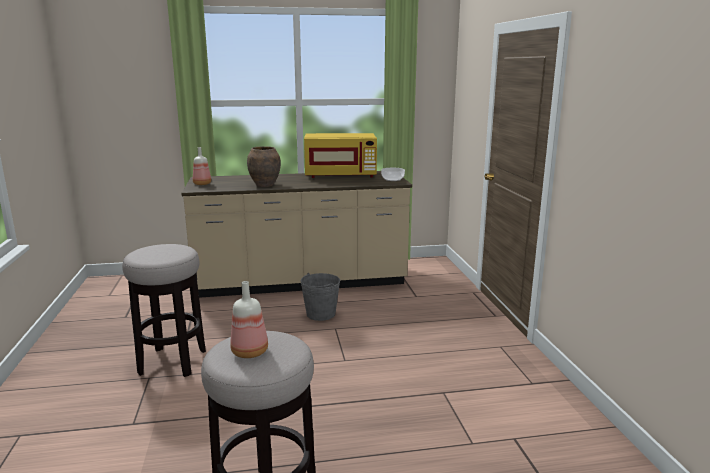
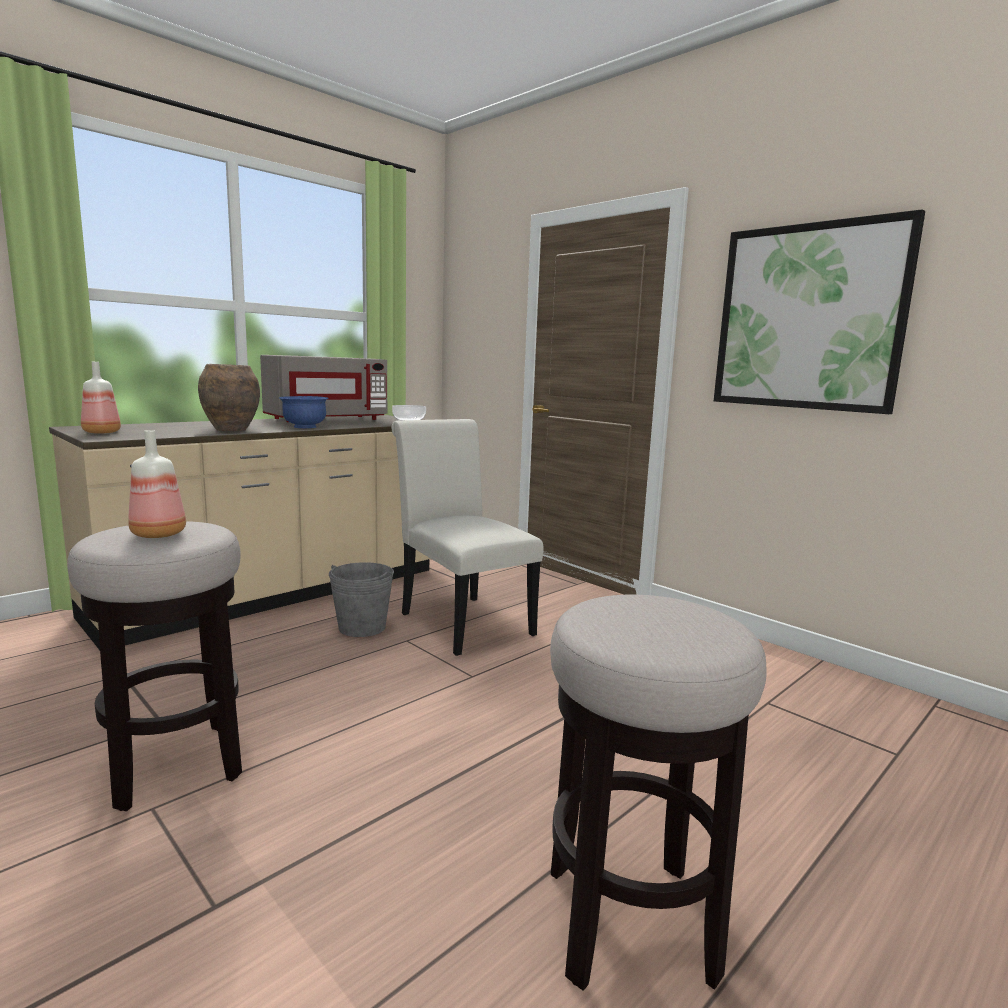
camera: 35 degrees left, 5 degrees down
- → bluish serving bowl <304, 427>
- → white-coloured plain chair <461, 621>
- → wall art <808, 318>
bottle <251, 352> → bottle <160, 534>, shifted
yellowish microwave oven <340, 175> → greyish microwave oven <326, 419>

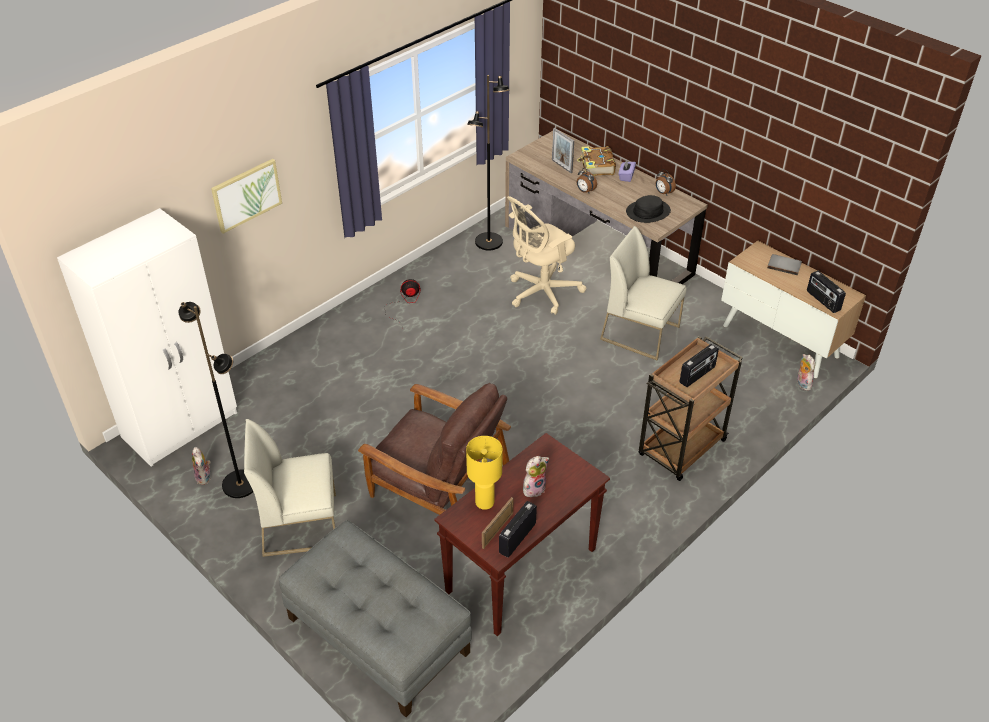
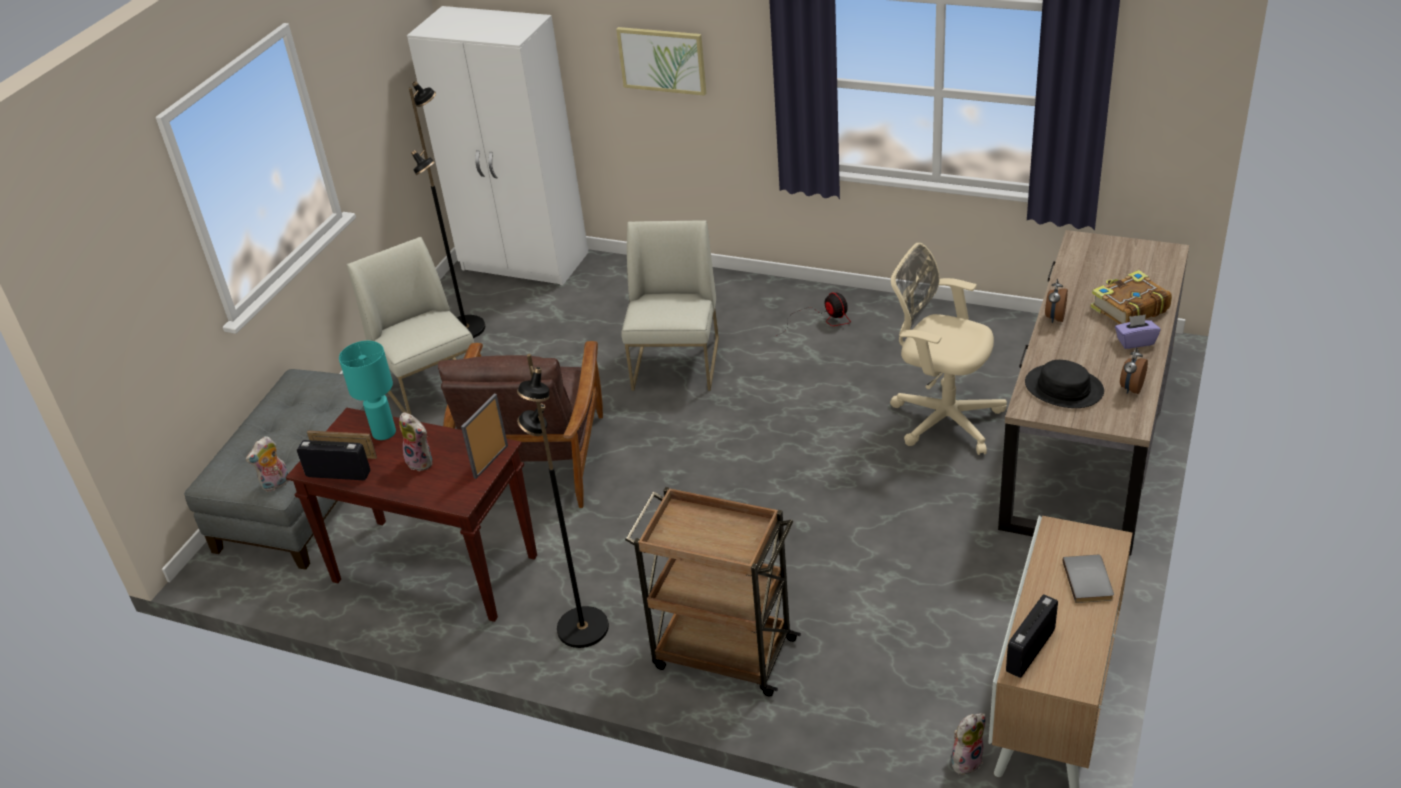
camera: 70 degrees right, 5 degrees down
radio set <697, 375> → -
cuddly toy <205, 477> → cuddly toy <276, 485>, shifted
black-coloured standing lamp <489, 242> → black-coloured standing lamp <581, 628>, shifted
picture frame <562, 166> → picture frame <491, 461>, shifted
white-coloured plain chair <641, 333> → white-coloured plain chair <676, 365>, shifted
yellowish lamp for a table <484, 502> → turquoise lamp for a table <384, 432>

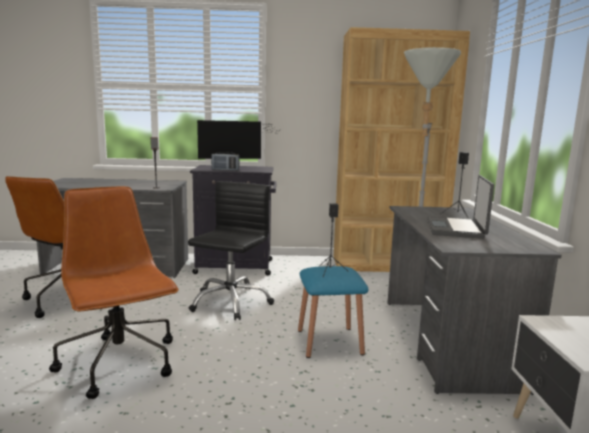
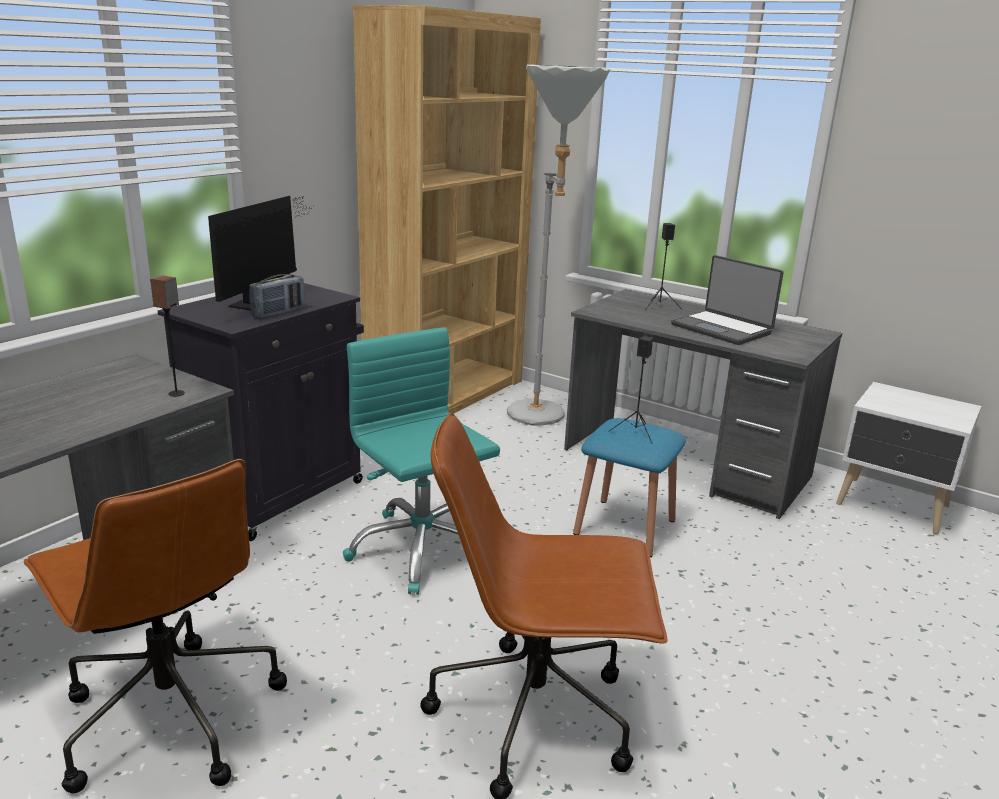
camera: 55 degrees left, 10 degrees up
black-coloured computer chair <230, 302> → turquoise computer chair <421, 549>

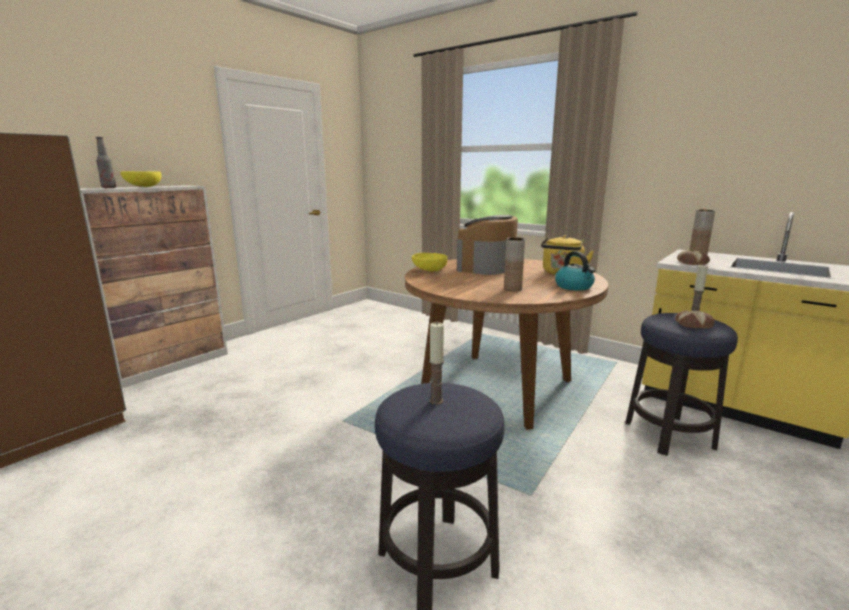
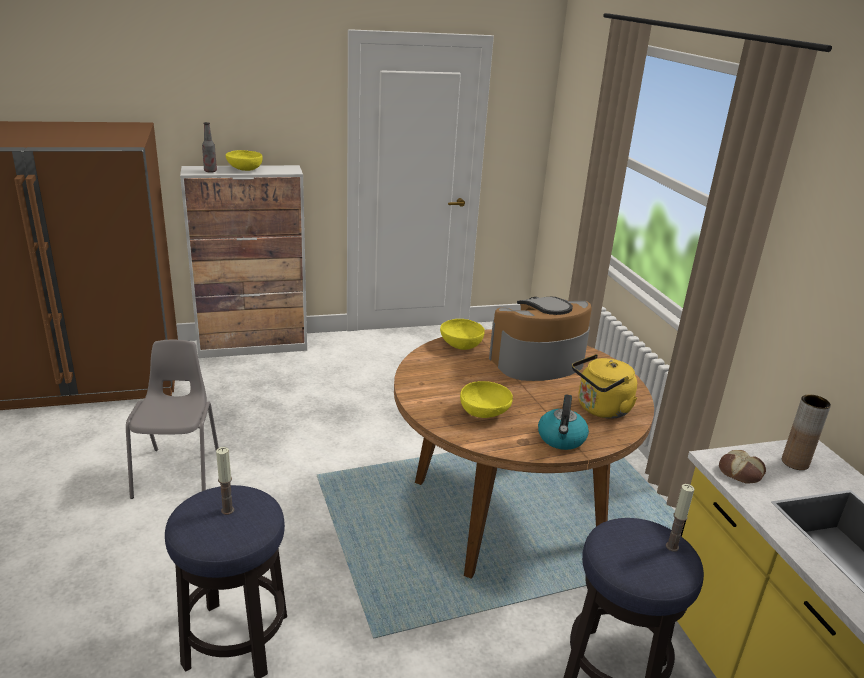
camera: 35 degrees right, 10 degrees up
baked bread <693, 324> → -
- → greyish plain chair <179, 472>
brownish vase <512, 289> → yellowish serving bowl <484, 413>

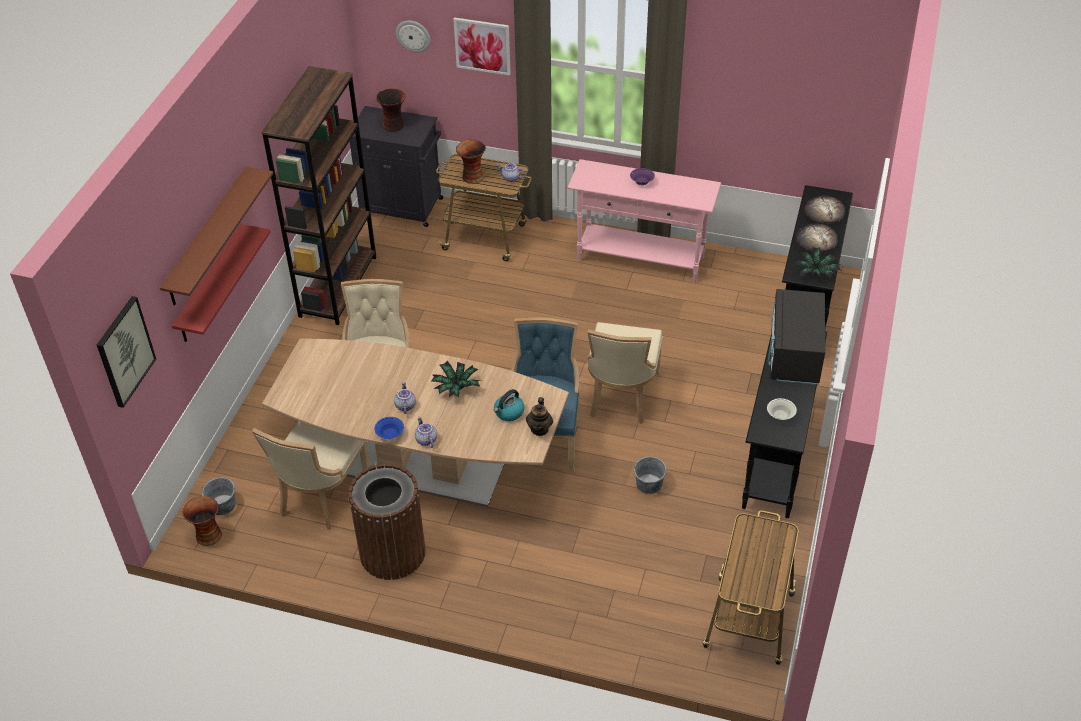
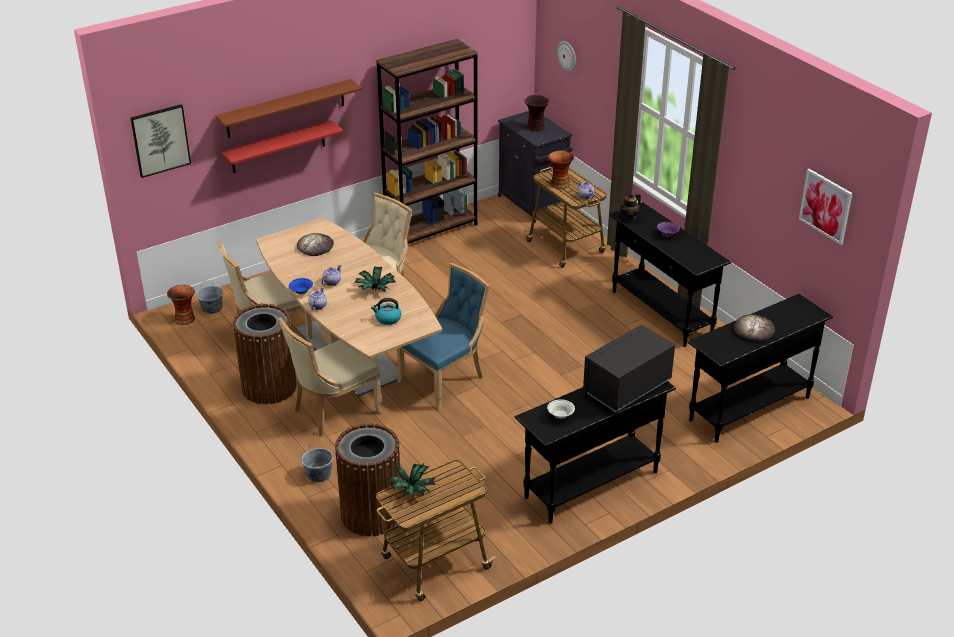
camera: 40 degrees right, 10 degrees down
- → brownish trash can <371, 514>
wall art <482, 46> → wall art <826, 206>, shifted
pot for tea <539, 429> → pot for tea <629, 217>, shifted
beige plain chair <621, 396> → beige plain chair <333, 411>, shifted
greyish pail <649, 484> → greyish pail <319, 474>, shifted
potted plant <815, 274> → potted plant <411, 490>, shifted
baked bread <824, 212> → baked bread <315, 246>, shifted
pinkish console table <641, 260> → black-coloured console table <661, 313>

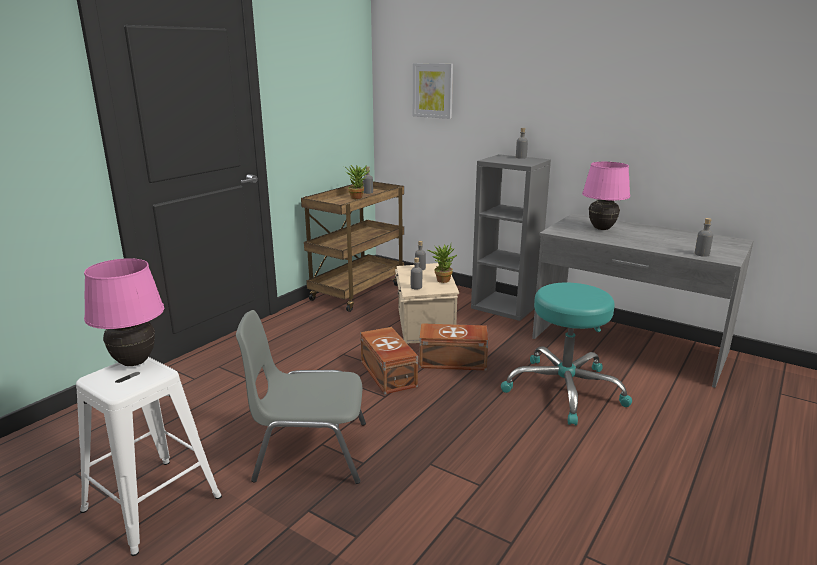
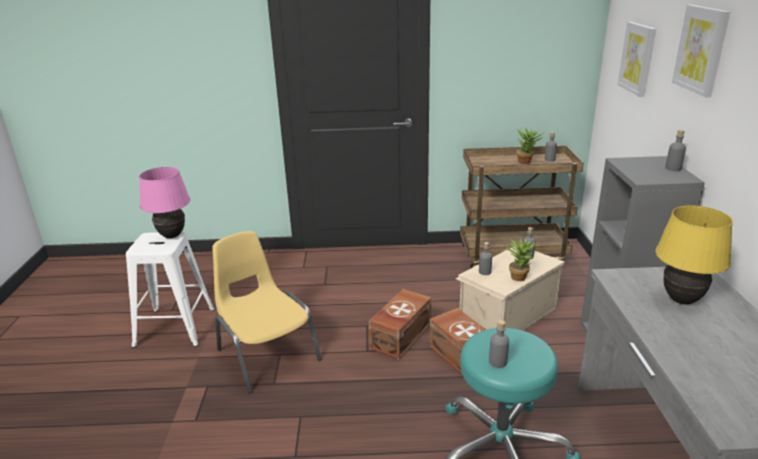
camera: 55 degrees right, 5 degrees up
- → wall art <701, 49>
greyish bottle <701, 254> → greyish bottle <498, 362>, shifted
greyish plain chair <310, 451> → yellowish plain chair <267, 354>
pinkish lamp for a table <602, 229> → yellowish lamp for a table <681, 300>

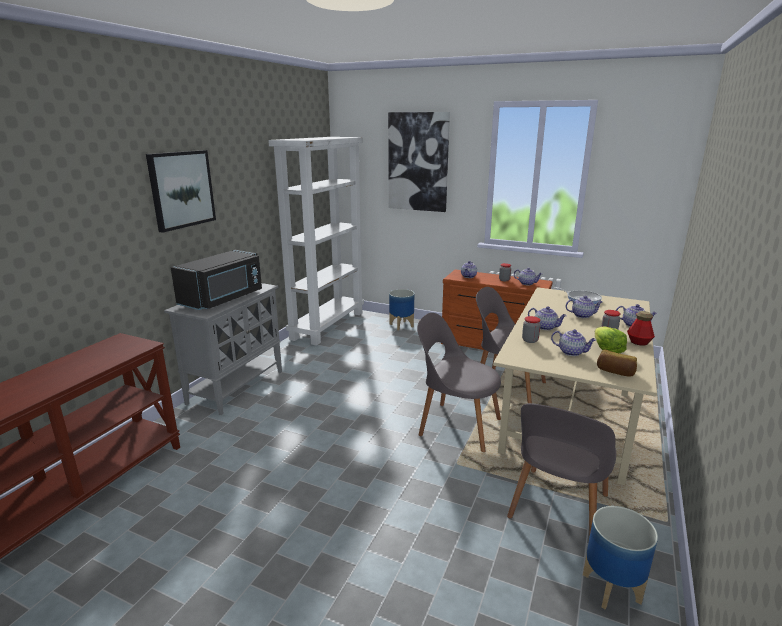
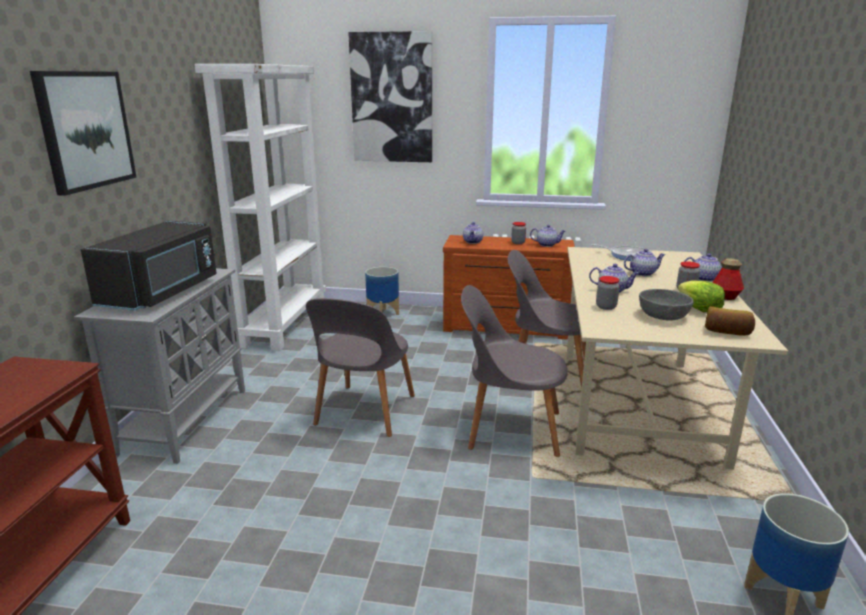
camera: 15 degrees left, 0 degrees up
greyish plain chair <557, 509> → greyish plain chair <364, 412>, shifted
pot for tea <571, 352> → greyish serving bowl <663, 315>

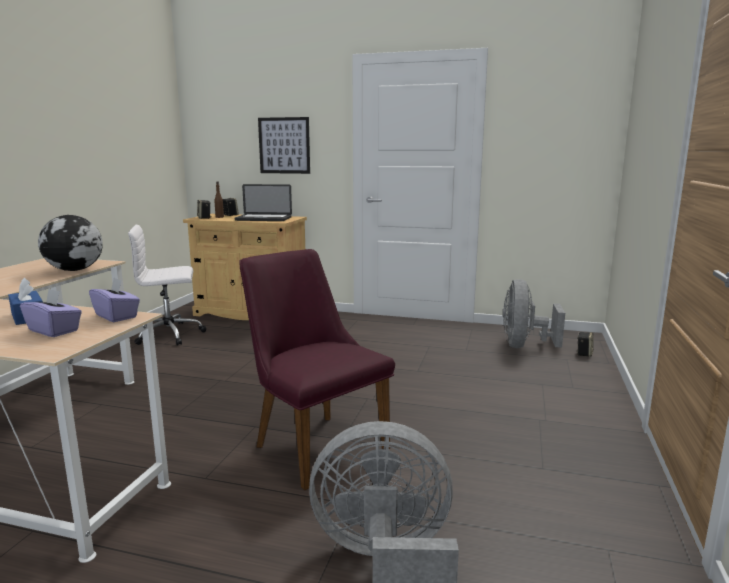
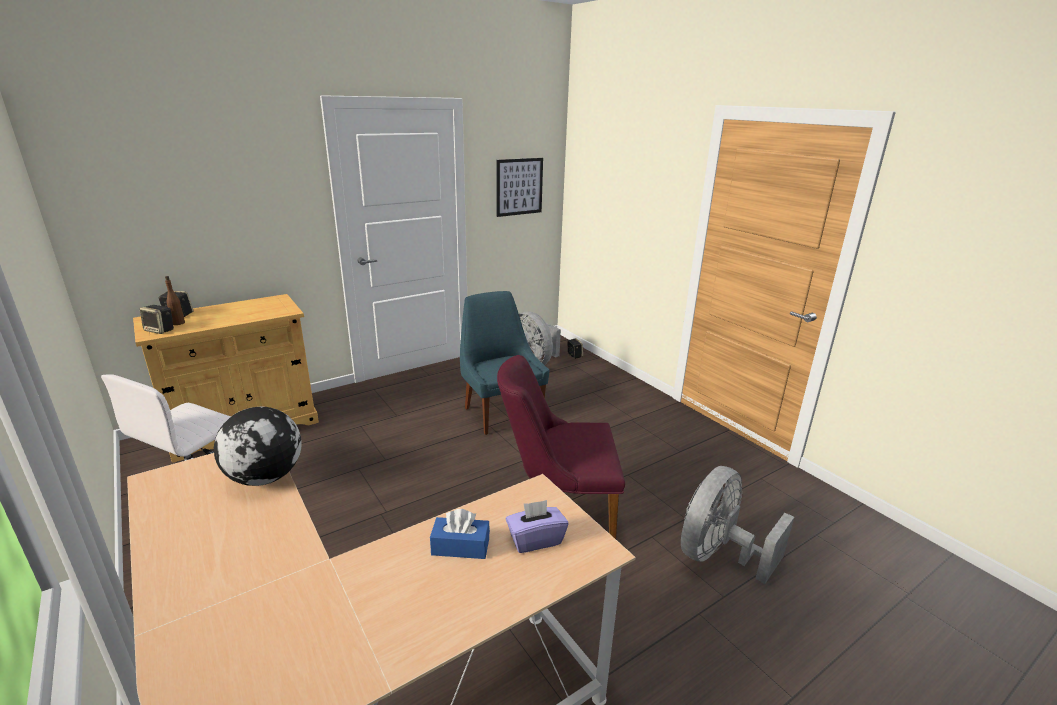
camera: 50 degrees left, 10 degrees up
purple-coloured tissue holder <117, 316> → -
notebook computer <263, 219> → -
- → bluish plain chair <501, 412>
wall art <284, 145> → wall art <519, 187>, shifted

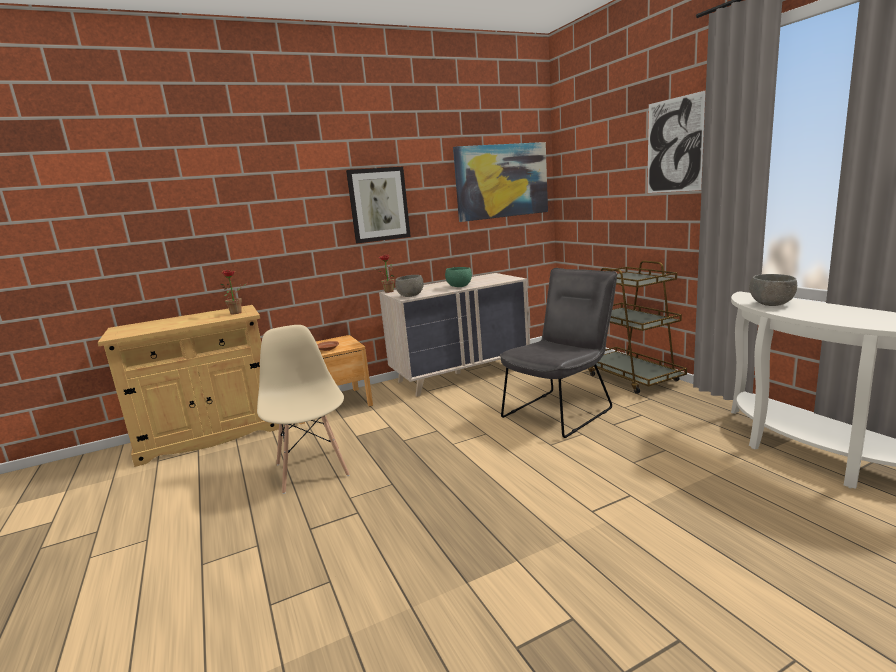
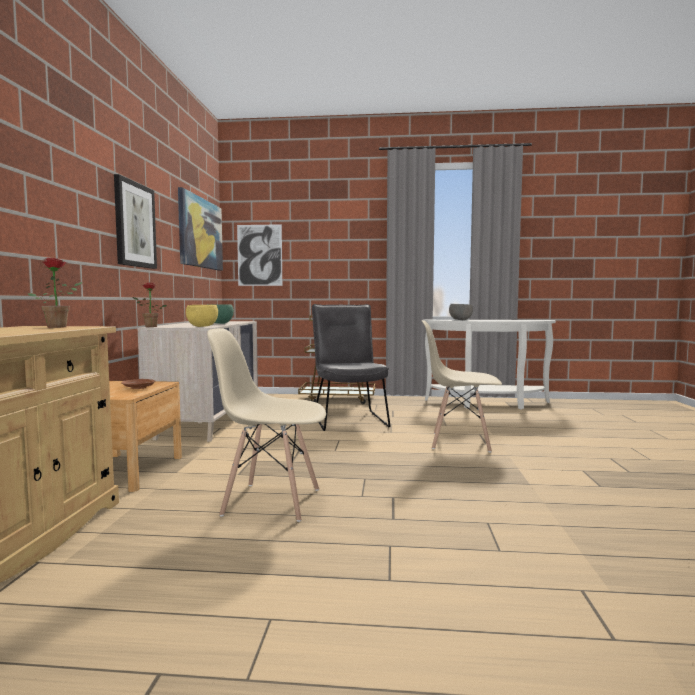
camera: 60 degrees left, 10 degrees down
- → beige plain chair <459, 442>
wall art <674, 145> → wall art <259, 255>, shifted
greyish serving bowl <410, 296> → yellowish serving bowl <202, 326>

